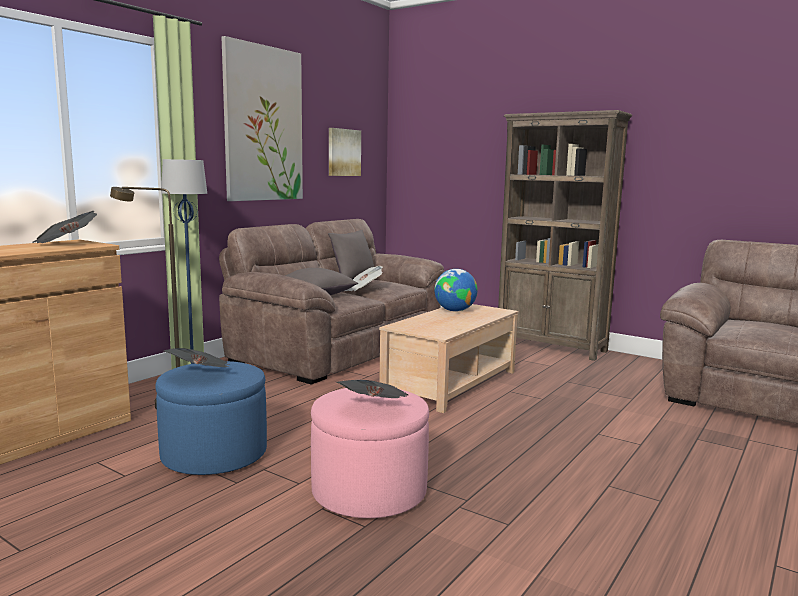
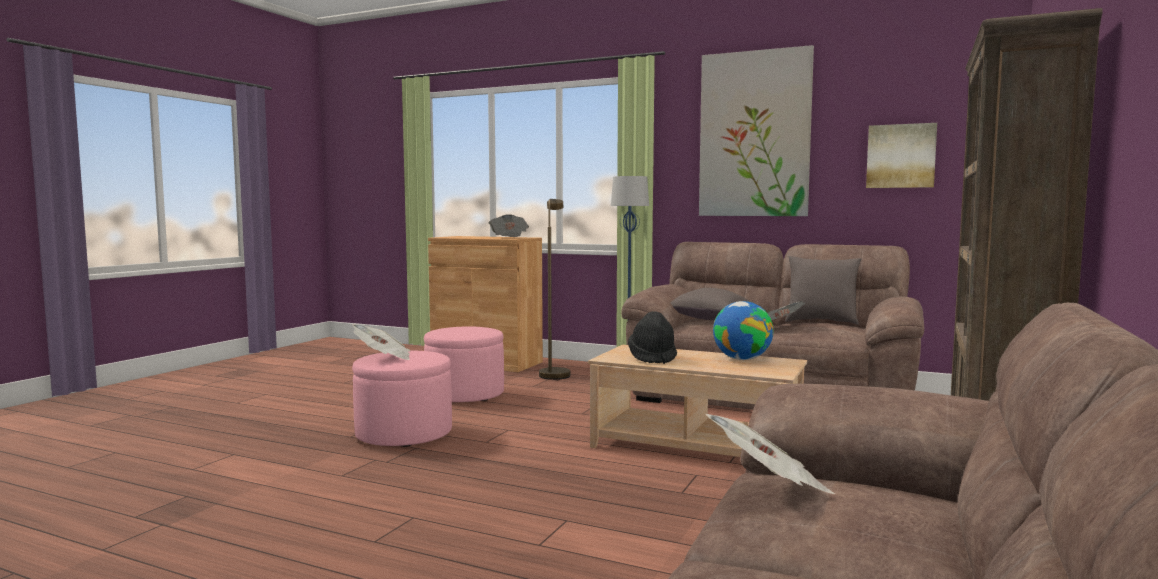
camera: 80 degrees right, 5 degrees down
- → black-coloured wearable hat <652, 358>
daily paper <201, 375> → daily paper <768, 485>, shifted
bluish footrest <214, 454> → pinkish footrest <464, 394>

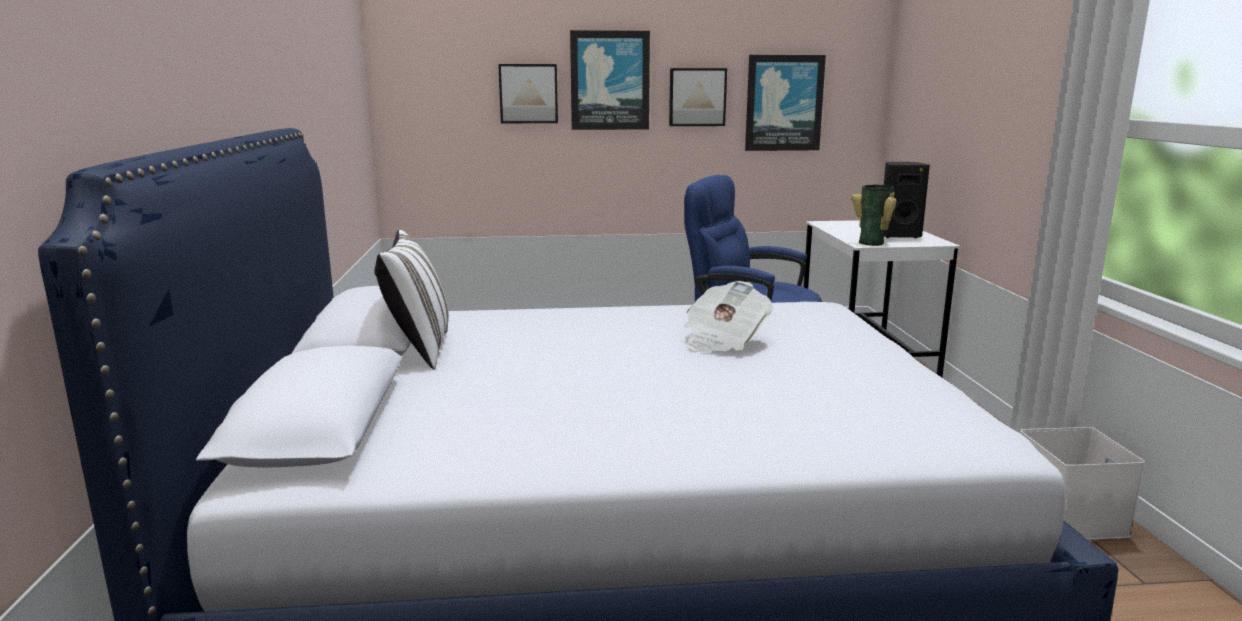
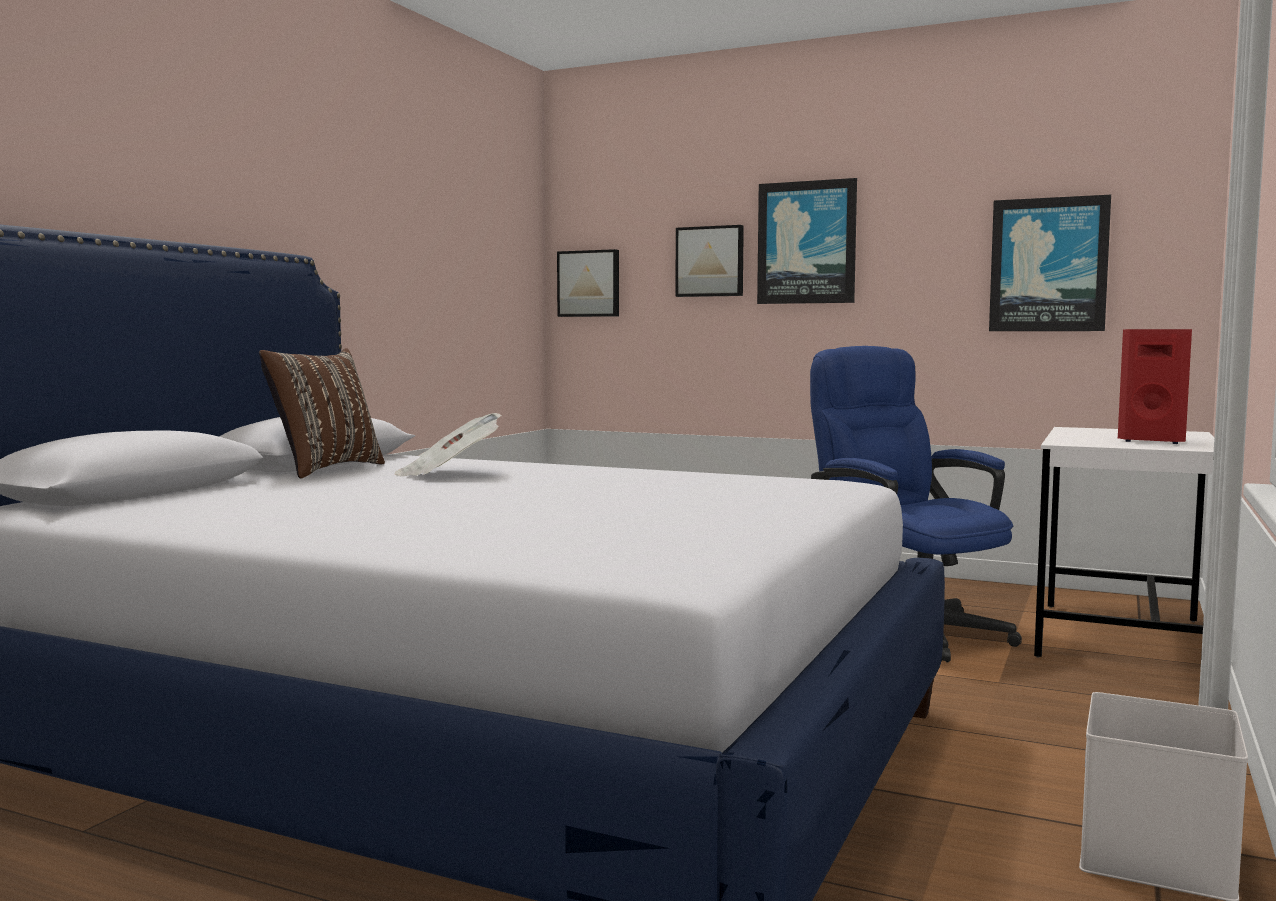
camera: 30 degrees right, 10 degrees down
vase <873, 242> → -
wall art <697, 97> → wall art <589, 283>, shifted
daily paper <723, 341> → daily paper <448, 474>, shifted
white-coloured pillow <417, 350> → brownish pillow <324, 470>
black-coloured speaker <898, 236> → red-coloured speaker <1153, 441>

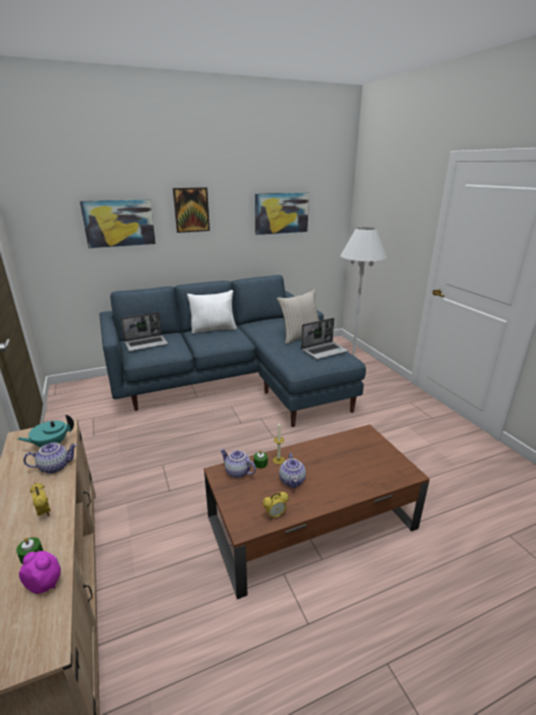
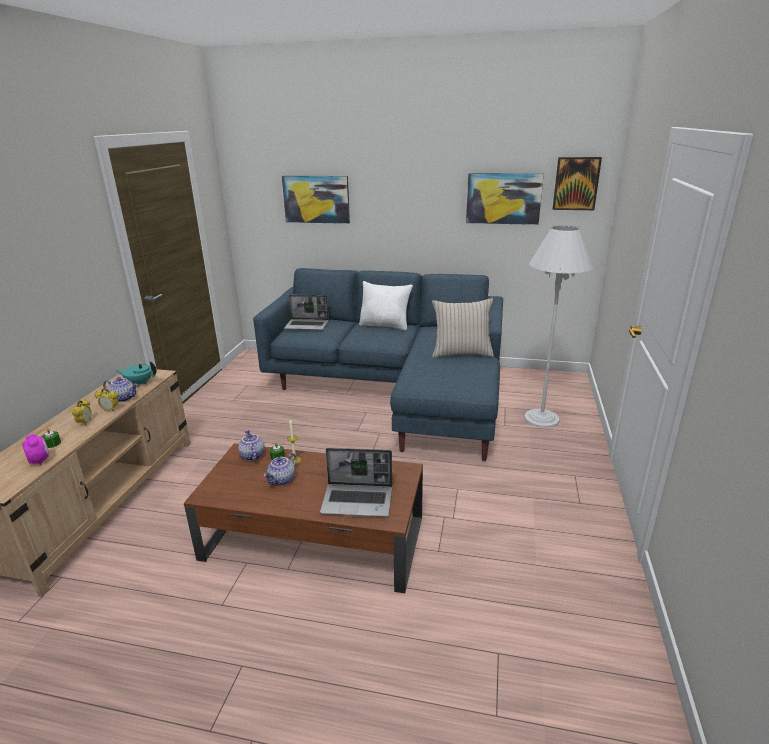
camera: 35 degrees right, 0 degrees up
wall art <191, 210> → wall art <576, 183>, shifted
bedside clock <275, 515> → bedside clock <110, 410>, shifted
notebook computer <324, 351> → notebook computer <358, 501>, shifted

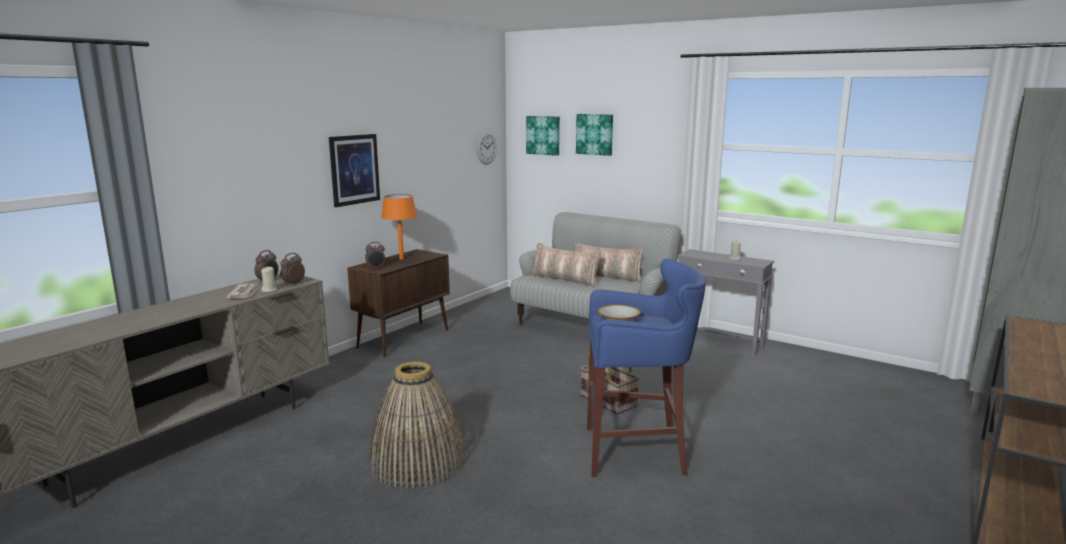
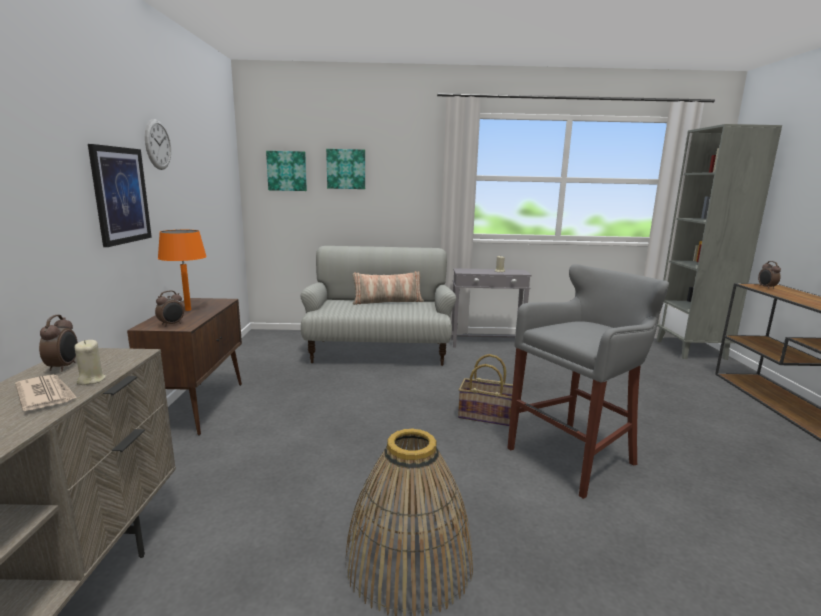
camera: 35 degrees left, 0 degrees up
pillow <565, 279> → -
serving bowl <618, 319> → -
bedside clock <293, 284> → bedside clock <766, 287>, shifted
wall clock <486, 148> → wall clock <158, 144>, shifted
bluish stool seat <637, 451> → greyish stool seat <575, 456>

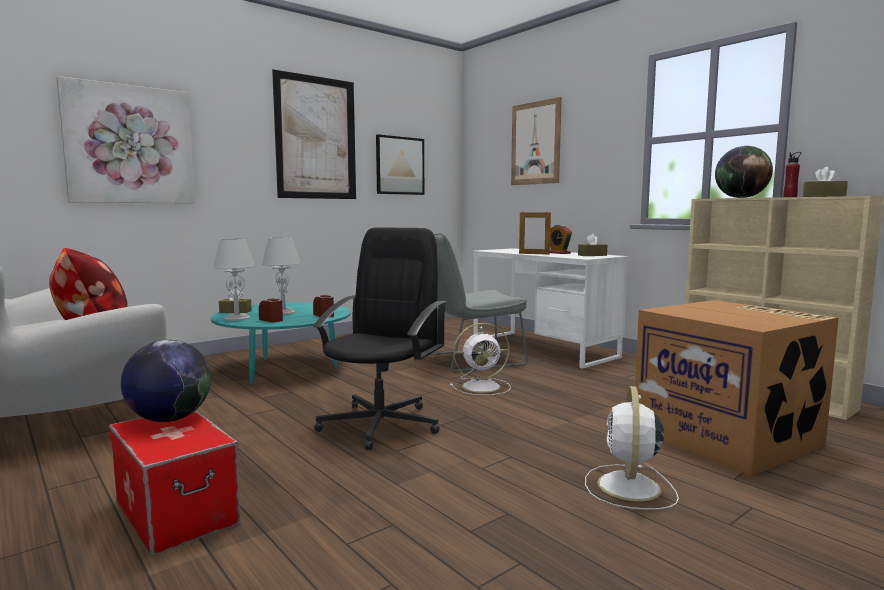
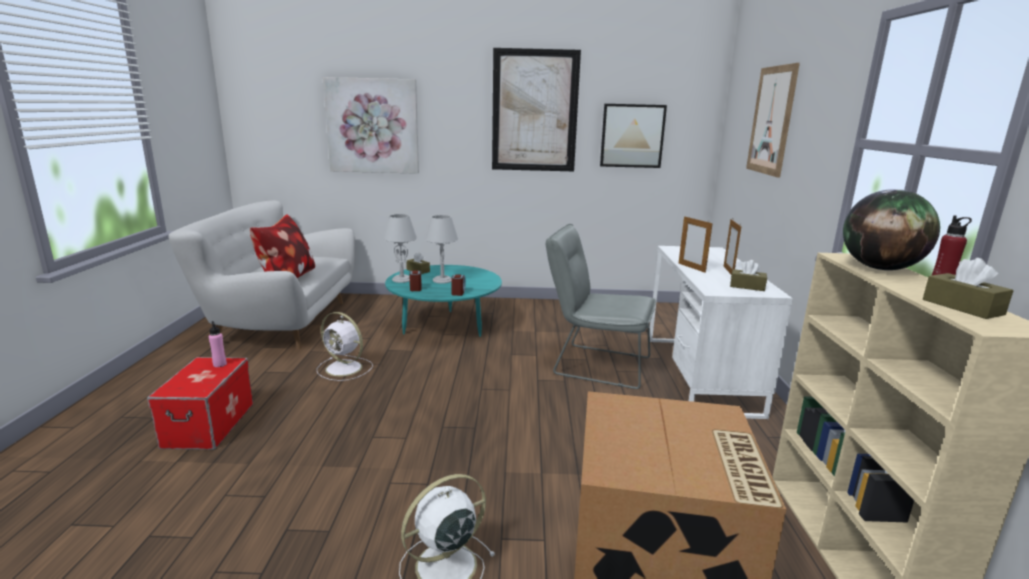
camera: 40 degrees right, 10 degrees up
black-coloured computer chair <381, 424> → -
white-coloured fan <483, 386> → white-coloured fan <345, 368>, shifted
globe <169, 419> → pinkish bottle <220, 364>
bedside clock <558, 253> → picture frame <728, 271>

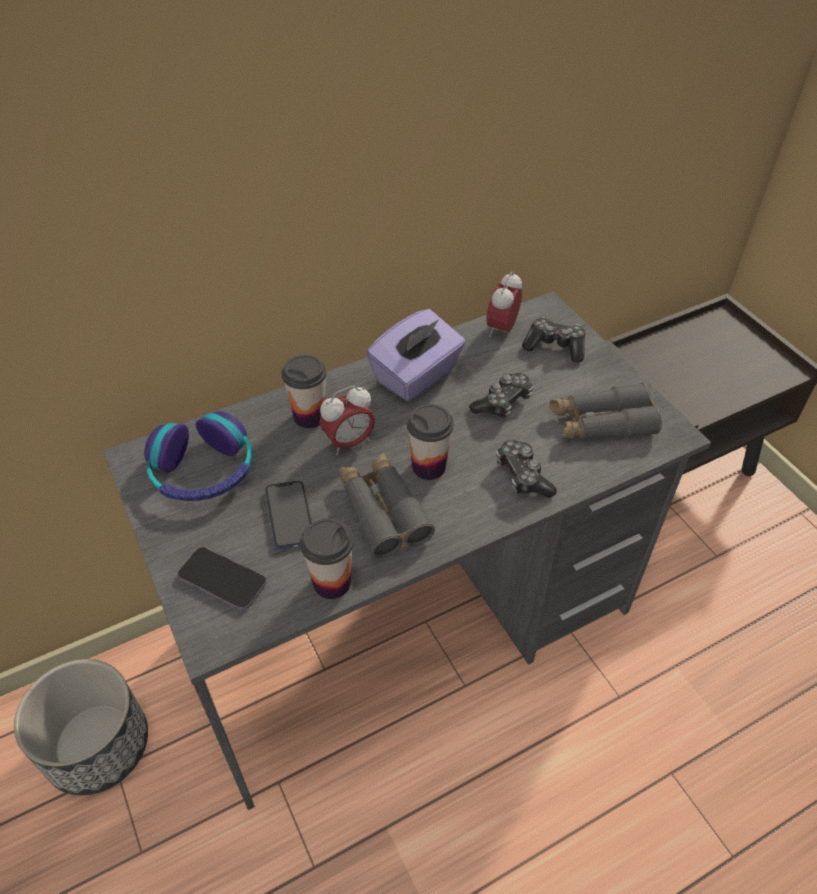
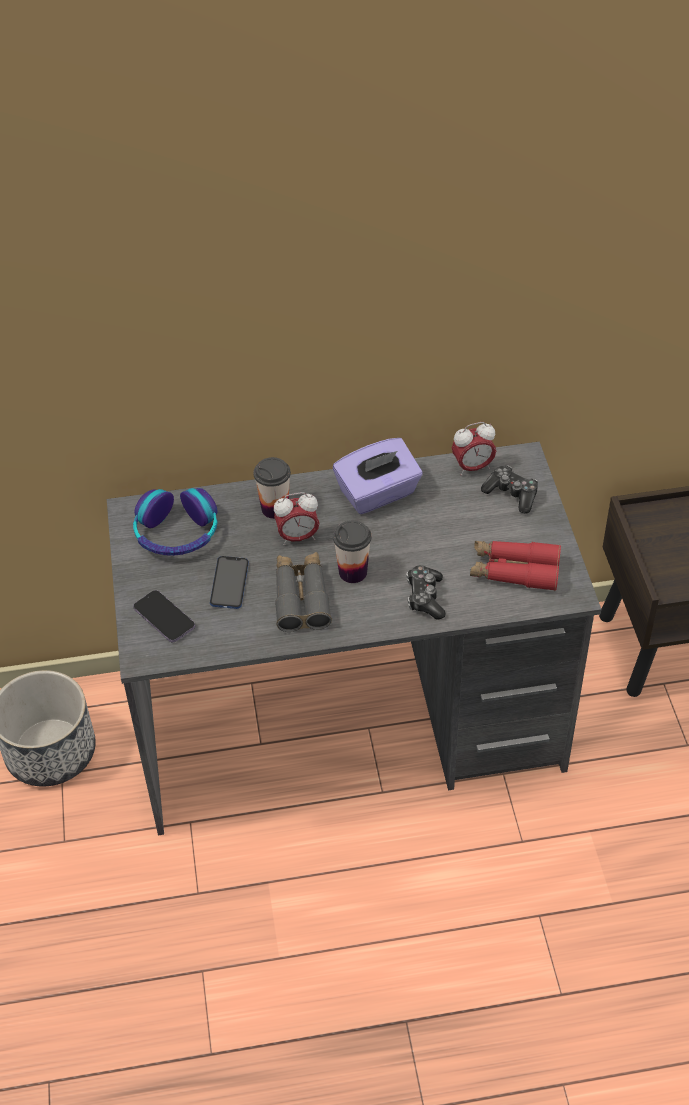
camera: 20 degrees right, 0 degrees up
small cup <332, 582> → -
joypad <503, 403> → -
greyish binoculars <601, 423> → red-coloured binoculars <514, 571>
bedside clock <502, 329> → bedside clock <472, 467>, 150 degrees counterclockwise

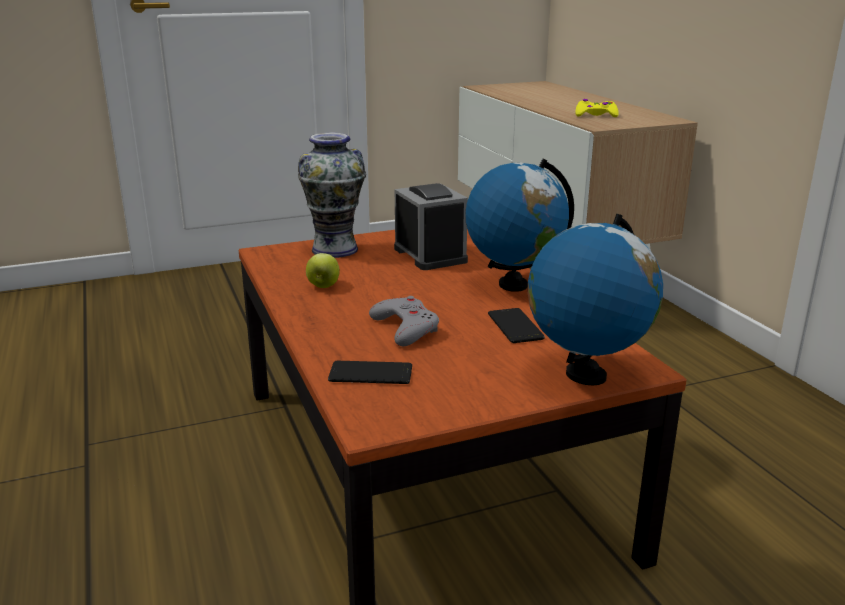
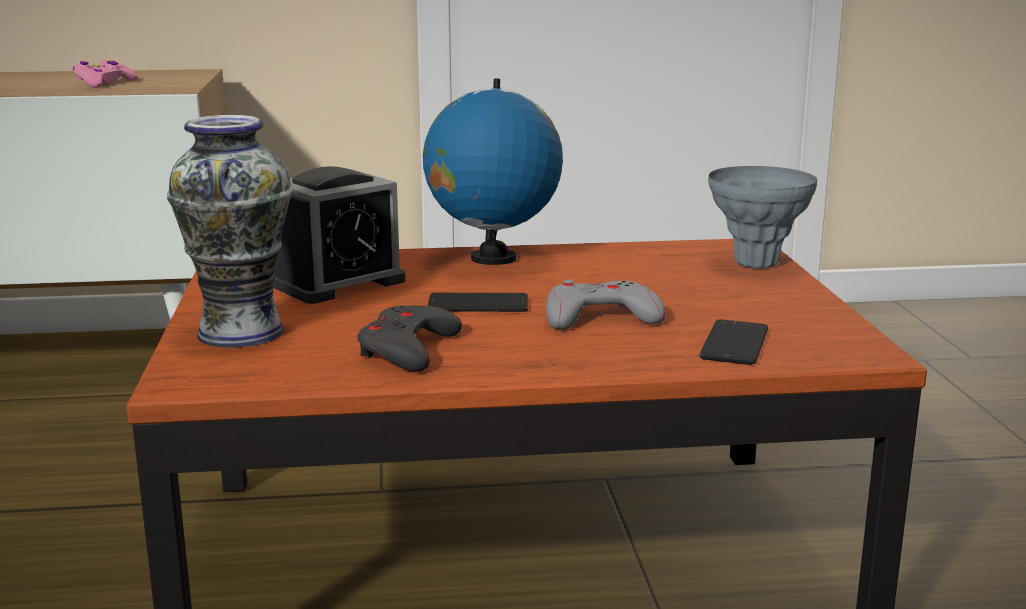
camera: 75 degrees left, 5 degrees down
telephone <515, 326> → telephone <478, 304>, shifted
apple fruit <323, 286> → greyish joypad <408, 349>
globe <585, 375> → greyish vase <756, 263>
yellowish joypad <595, 115> → pinkish joypad <104, 83>
bedside clock <430, 255> → bedside clock <338, 282>, 150 degrees clockwise

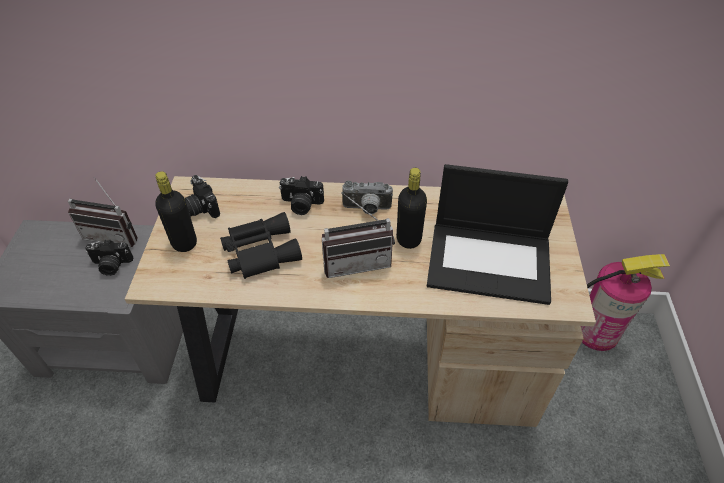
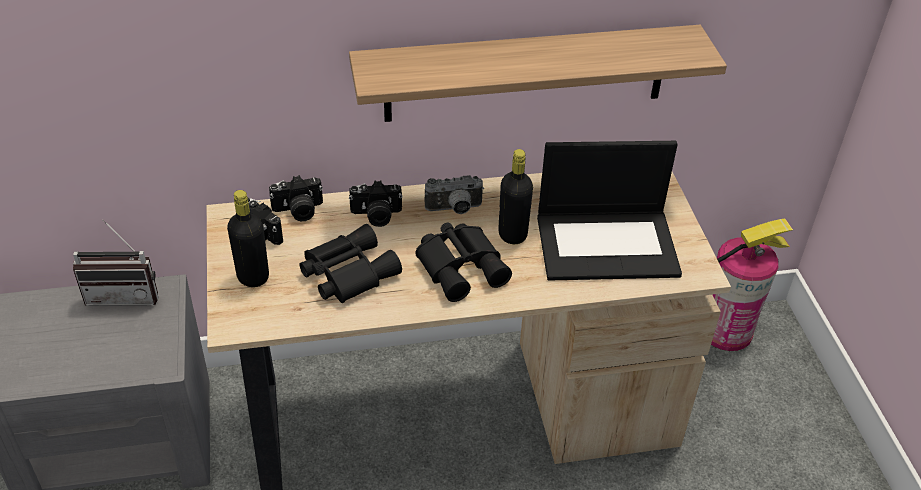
camera: 15 degrees left, 5 degrees down
- → bracket shelf <526, 73>
photo camera <111, 265> → photo camera <298, 211>, shifted
radio set <357, 261> → black-coloured binoculars <462, 266>

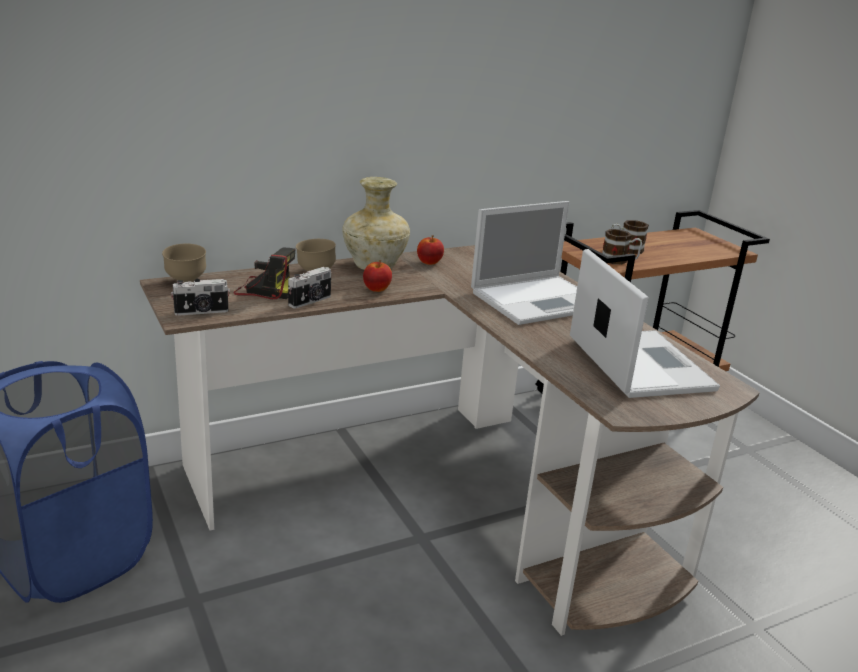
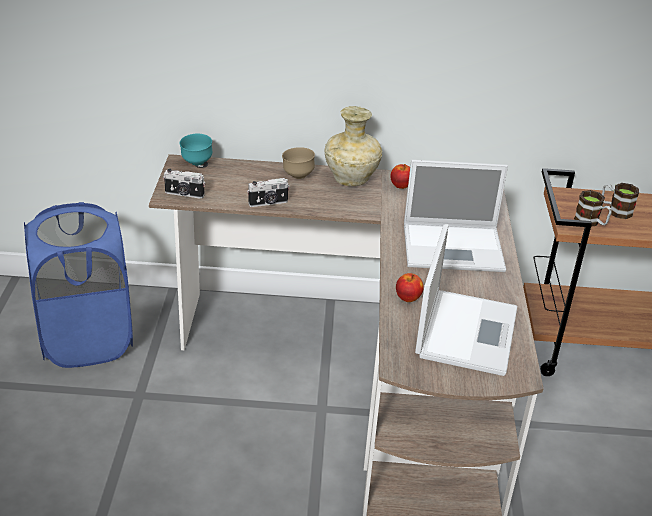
camera: 30 degrees right, 10 degrees up
photo camera <265, 290> → -
apple fruit <376, 289> → apple fruit <408, 298>, shifted
brownish serving bowl <186, 281> → turquoise serving bowl <196, 163>

